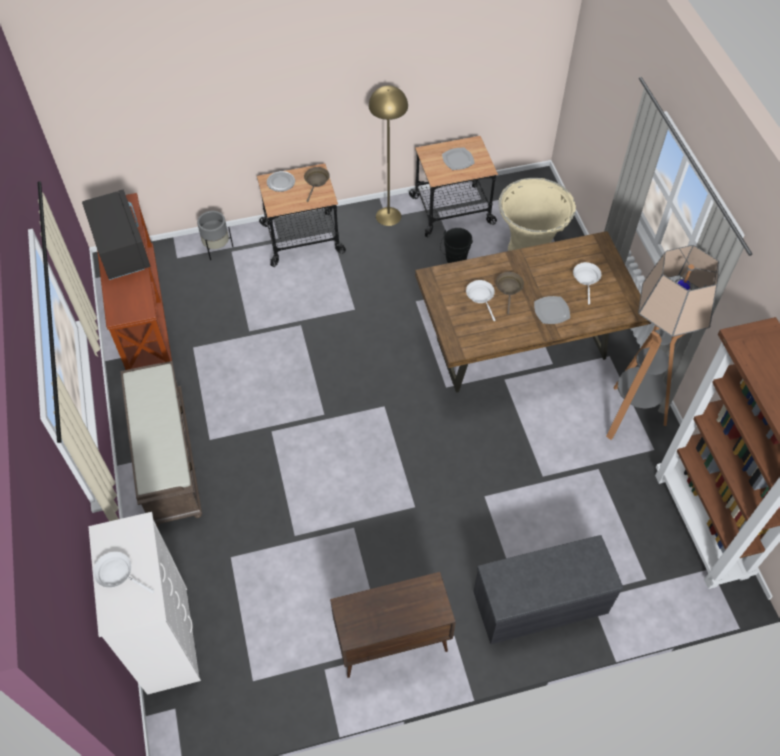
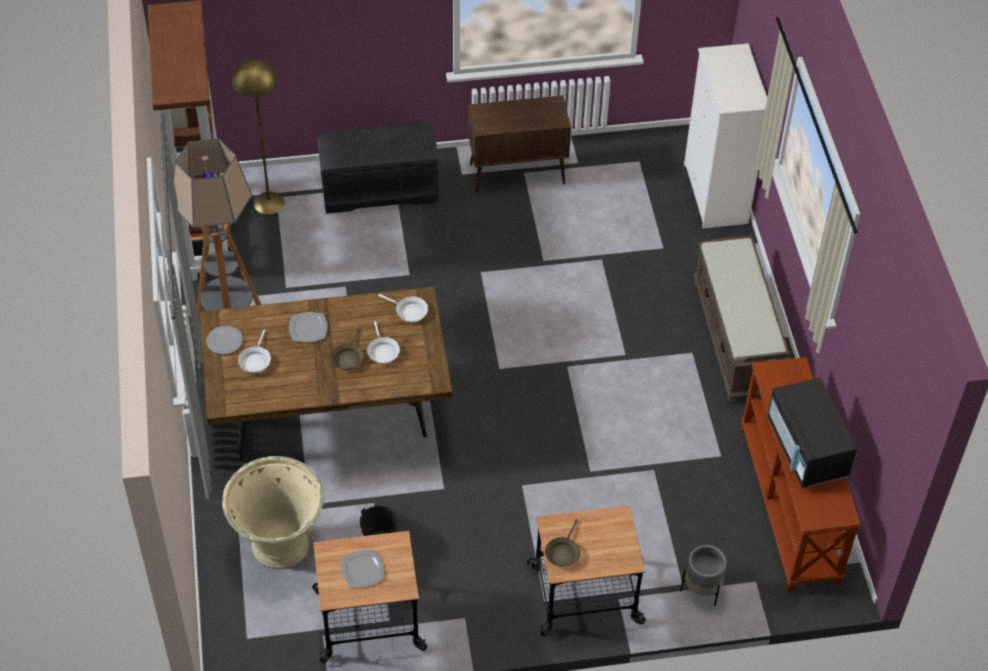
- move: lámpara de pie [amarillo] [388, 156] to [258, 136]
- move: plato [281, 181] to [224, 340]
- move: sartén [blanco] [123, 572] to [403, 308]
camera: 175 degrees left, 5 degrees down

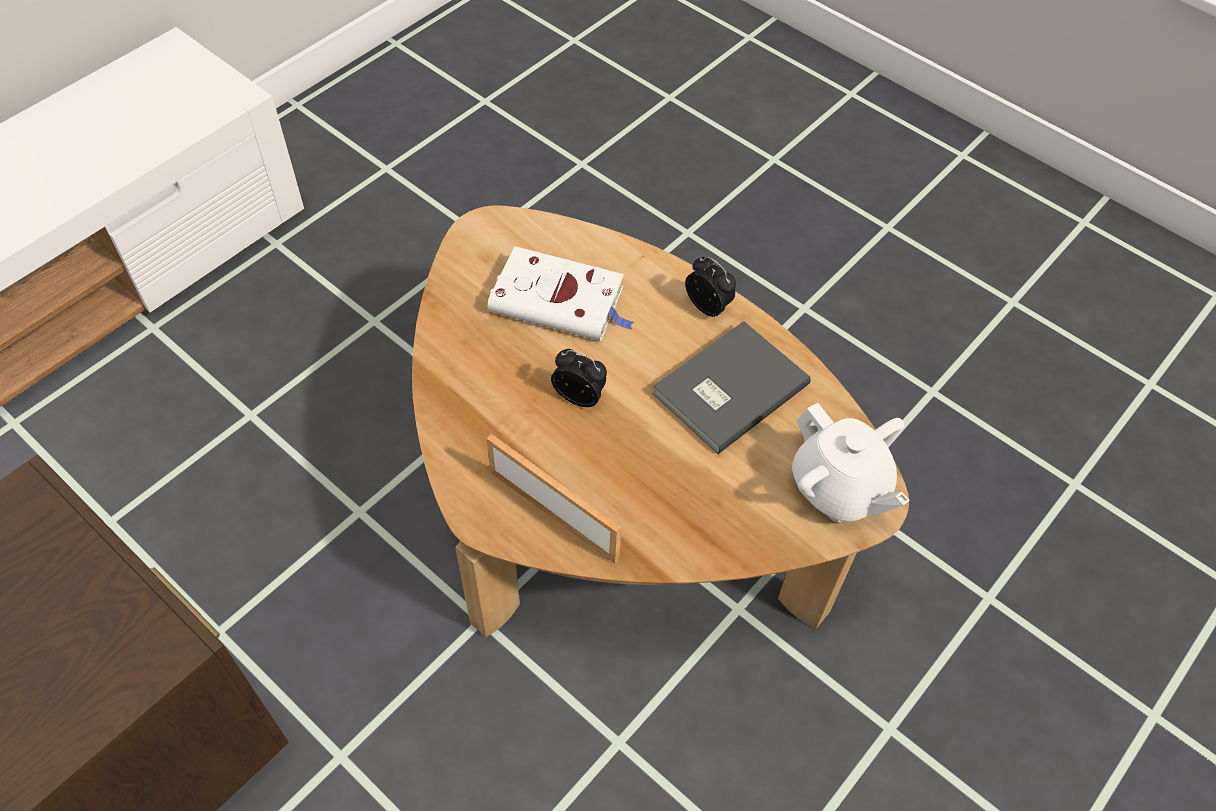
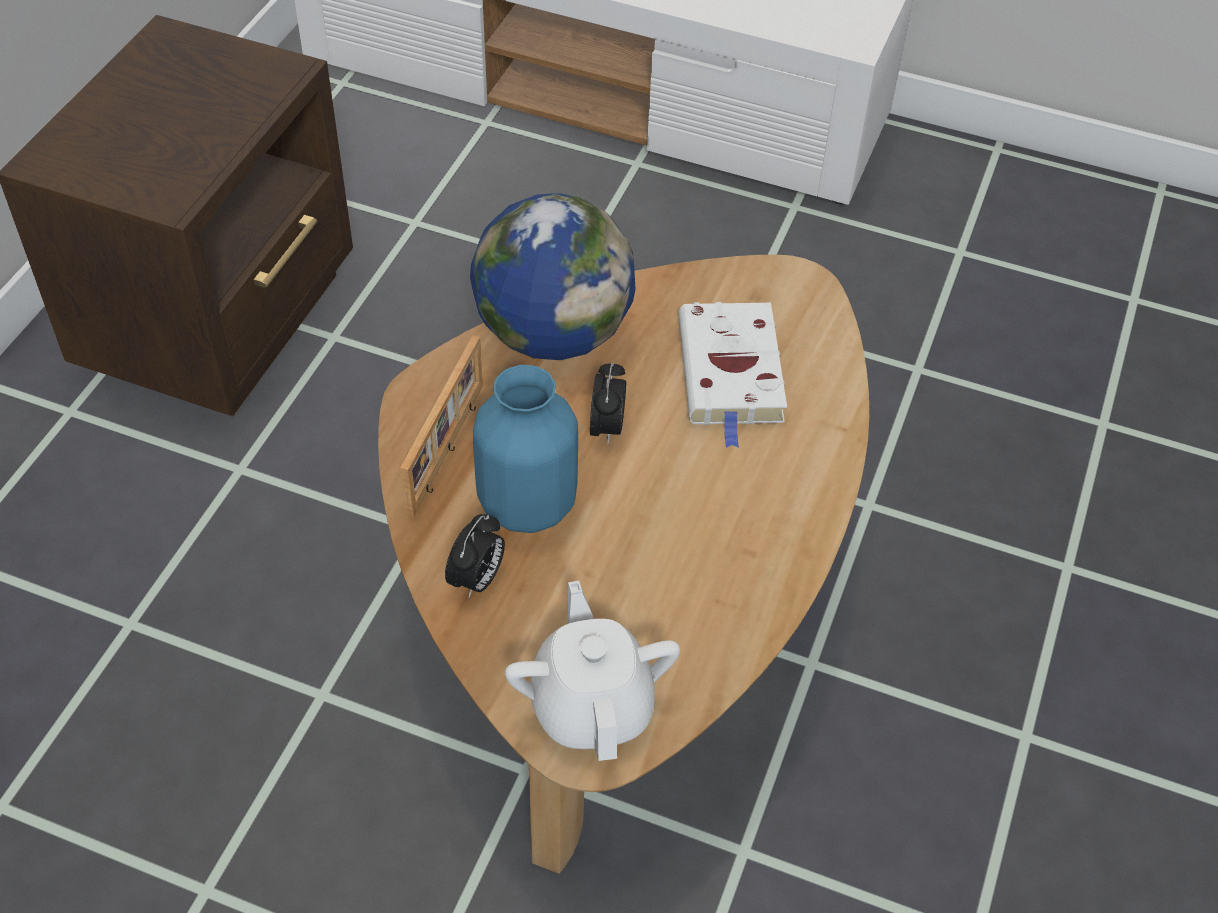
- move: despertador [710, 286] to [475, 556]
- delete: libro [gris] [732, 387]
- rotate: tetera [blanco] [851, 462] = [592, 671] 135 degrees clockwise
- insert: globo terráqueo [552, 276]
- insert: florero [azul] [525, 449]
camera: 70 degrees right, 5 degrees down

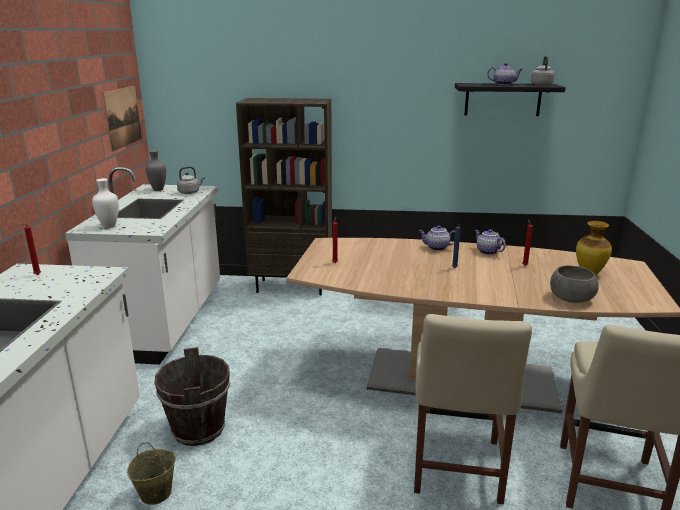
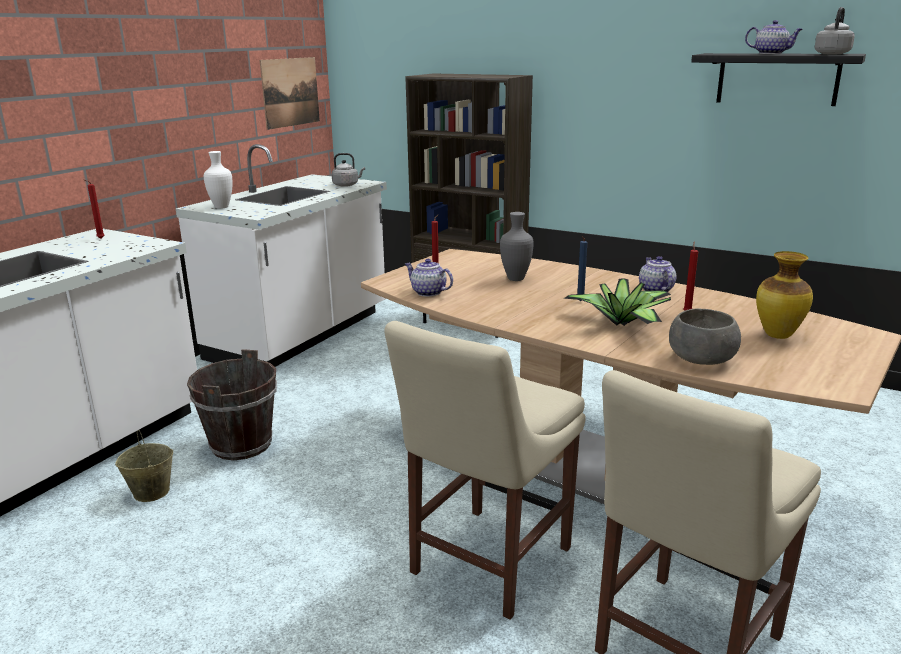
- move: florero [gris] [156, 170] to [517, 246]
- move: tetera [436, 238] to [429, 278]
- insert: planta en maceta [617, 302]
camera: 25 degrees right, 0 degrees up

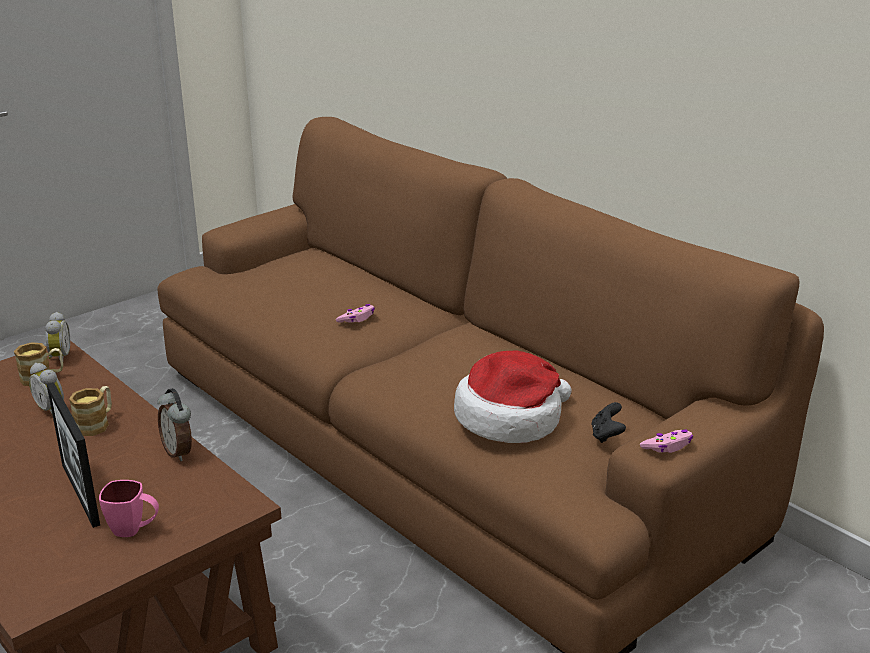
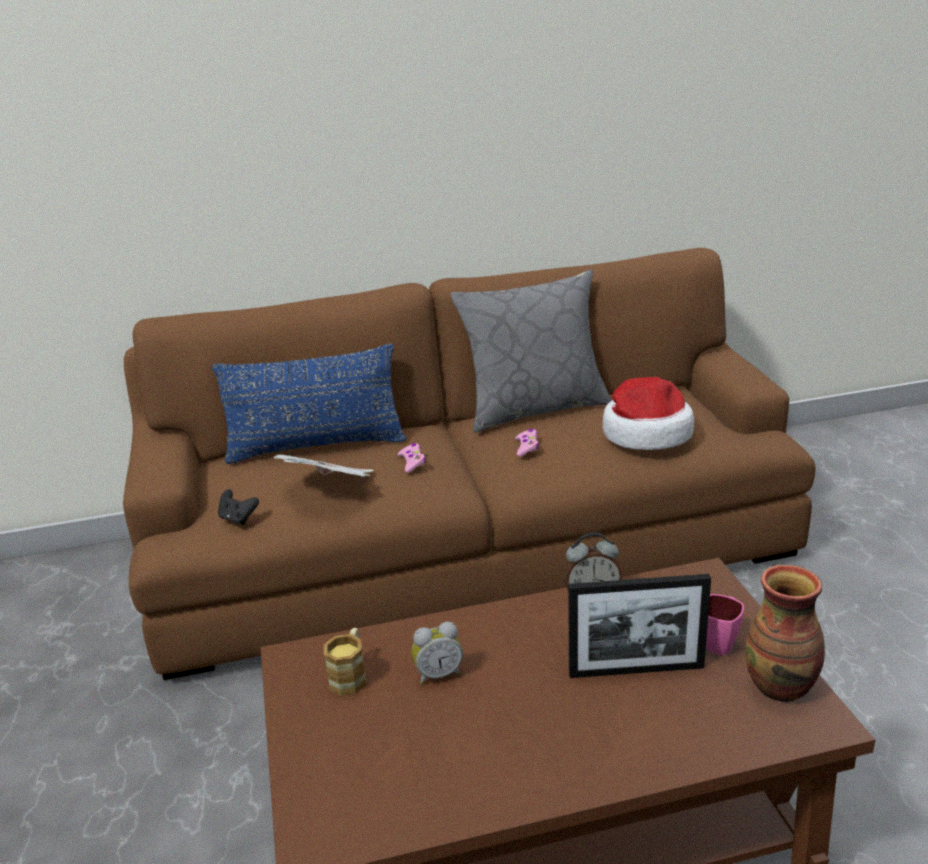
- delete: despertador [57, 336]
- delete: taza grande [90, 411]
- move: mando de consola [negro] [608, 422] to [238, 507]
- move: mando de consola [rosa] [666, 441] to [527, 442]
- insert: cojín [gris] [531, 351]
- insert: cojín [azul] [309, 404]
- insert: periódico [323, 466]
- insert: florero [785, 633]
camera: 60 degrees left, 0 degrees up

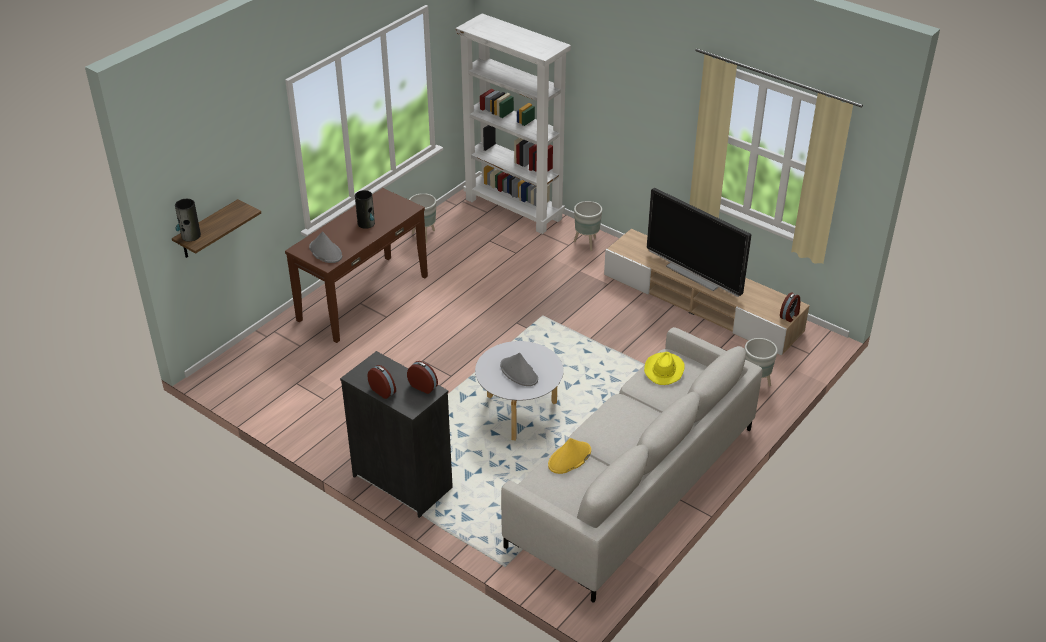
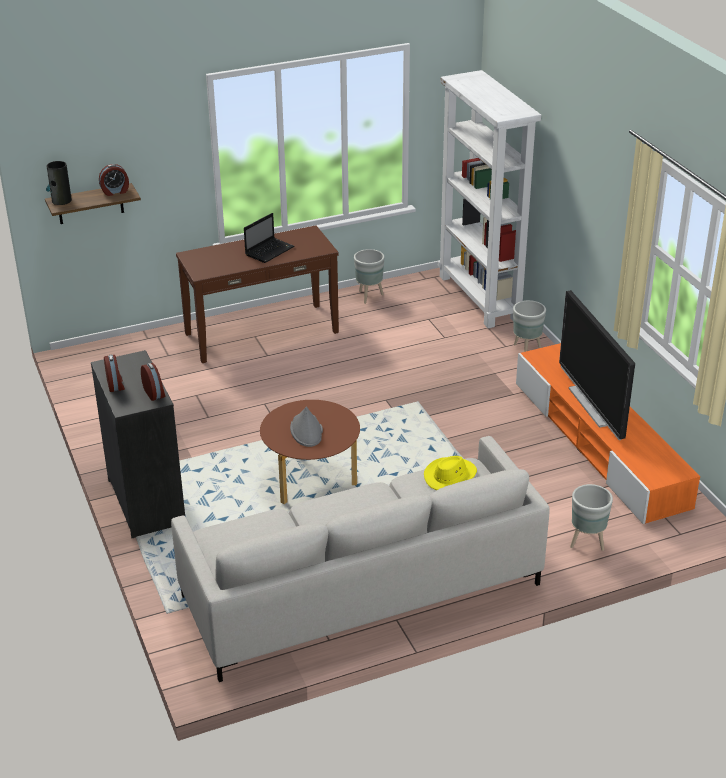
- replace: florero [365, 209] to portátil [269, 238]
- recolor: mueble de televisión [beis] [707, 292] to mueble de televisión [naranja] [608, 433]
- delete: sombrero [gris] [325, 247]
- move: despertador [790, 307] to [114, 180]
- recolor: mesa de centro [gris] [519, 391] to mesa de centro [marrón] [310, 452]
- delete: sombrero [amarillo] [569, 456]
camera: 30 degrees right, 5 degrees down

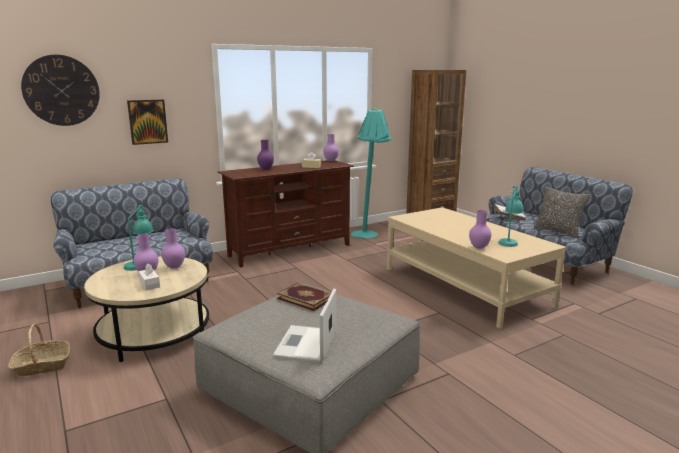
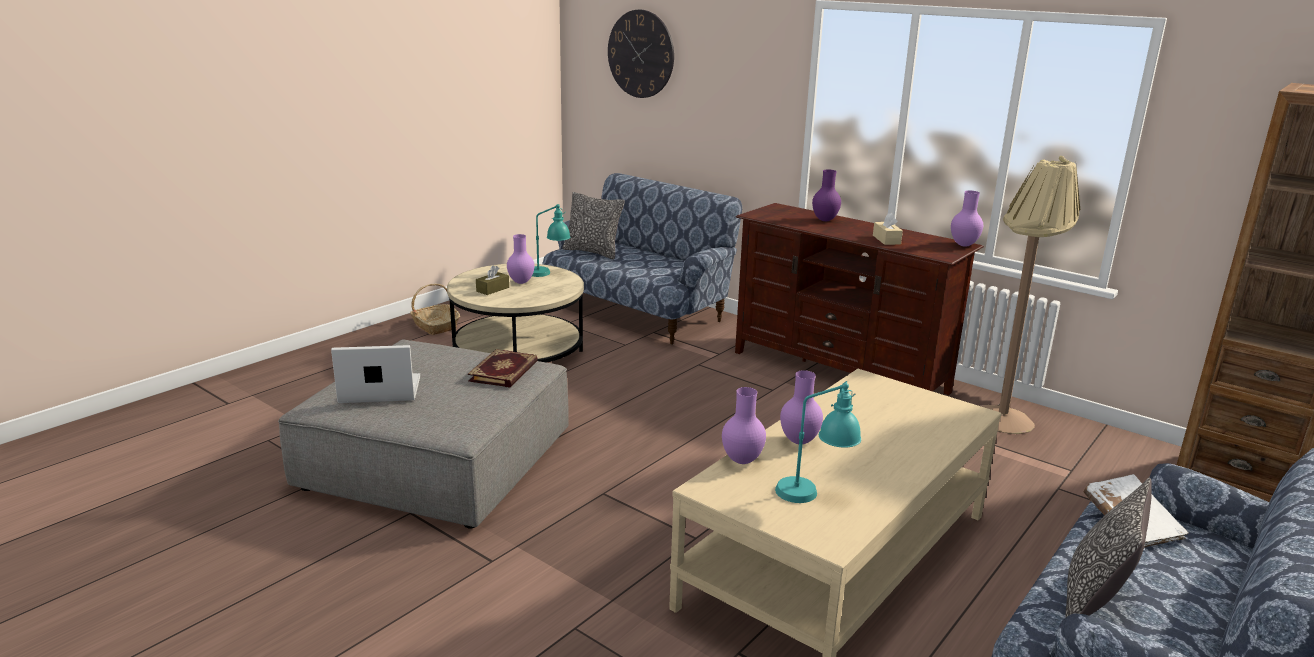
- delete: cuadro [147, 122]
- recolor: lámpara de pie [turquesa] [371, 172] to lámpara de pie [beis] [1030, 295]
- move: florero [morado] [173, 248] to [801, 407]
- recolor: caja de pañuelos [blanco] [149, 276] to caja de pañuelos [marrón] [492, 280]
- insert: cojín [594, 225]
camera: 70 degrees right, 5 degrees up

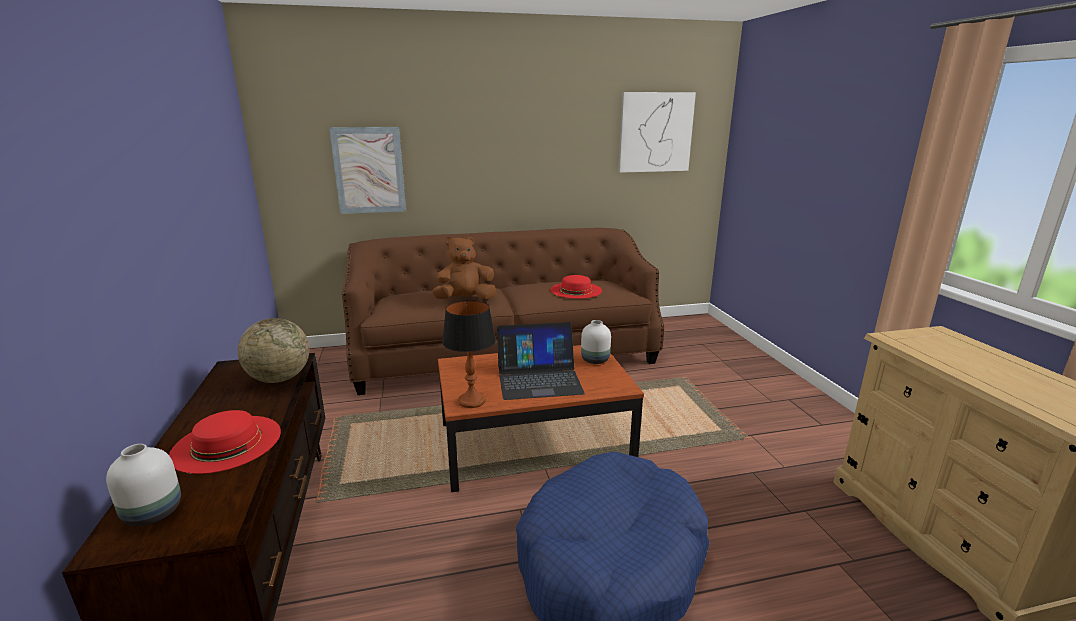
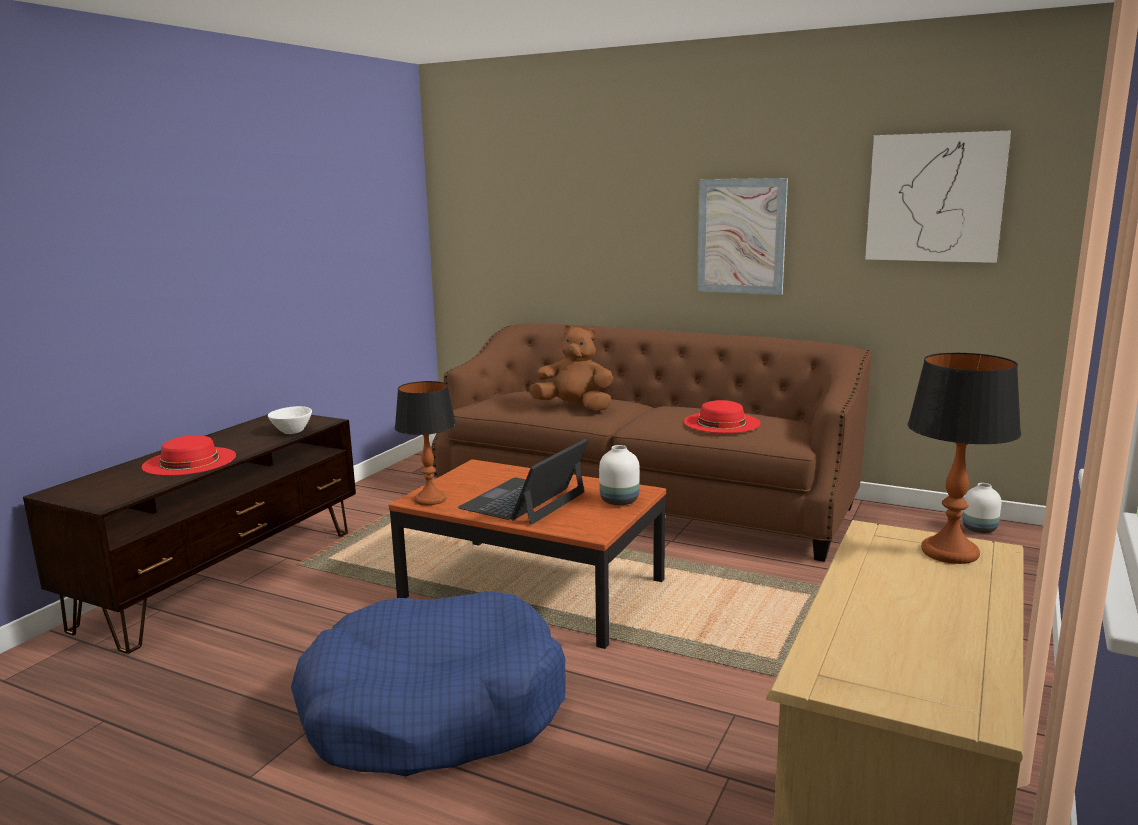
- move: cuadro [367, 170] to [742, 236]
- replace: globo terráqueo [273, 350] to cuenco [blanco] [290, 420]
- rotate: portátil [541, 361] = [523, 482] 90 degrees clockwise
- move: florero [blanco] [143, 485] to [981, 508]
- insert: lámpara de mesa [964, 458]
camera: 40 degrees right, 5 degrees down

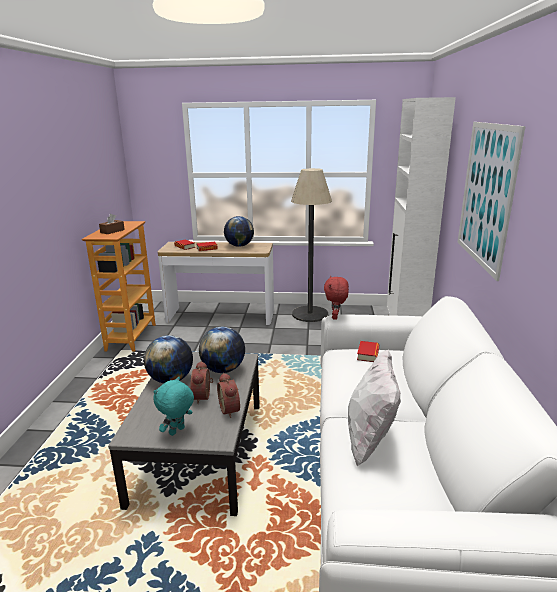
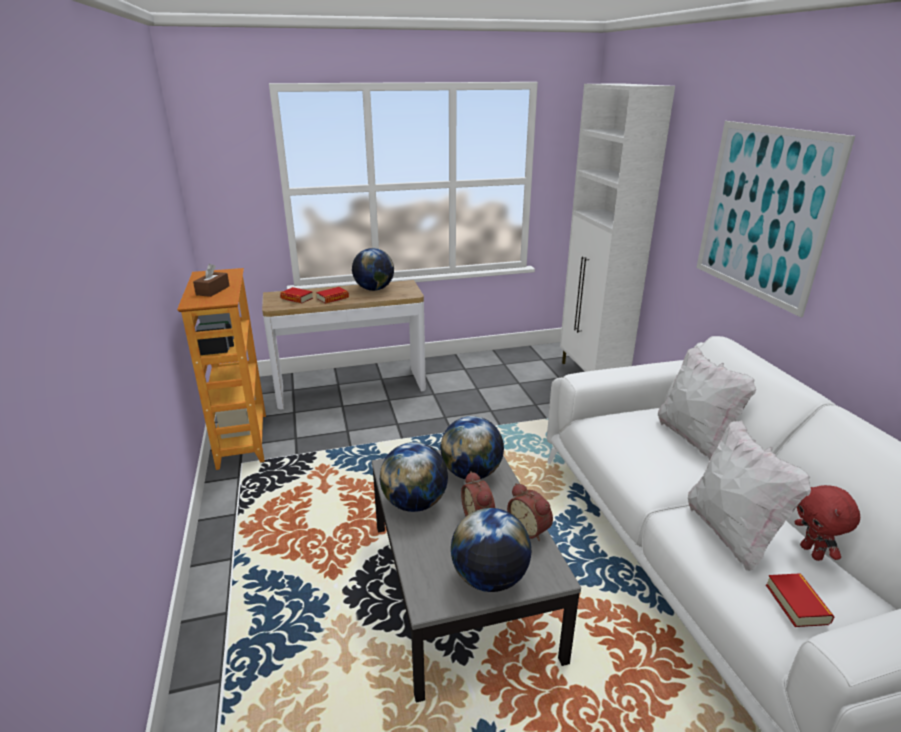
- delete: lámpara de pie [311, 245]
- move: peluche [rojo] [336, 298] to [827, 523]
- move: libro [368, 351] to [800, 600]
- replace: peluche [turquesa] [173, 406] to globo terráqueo [491, 550]
- insert: cojín [blanco] [707, 403]
camera: 20 degrees left, 5 degrees up

